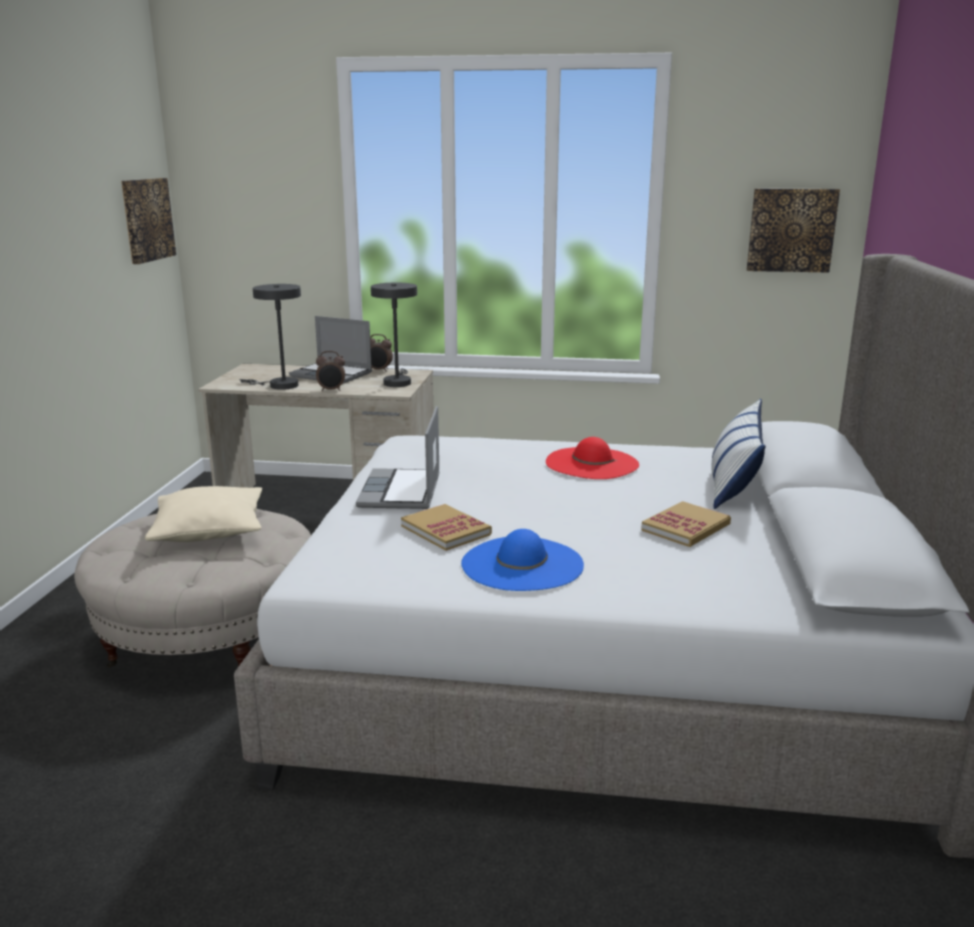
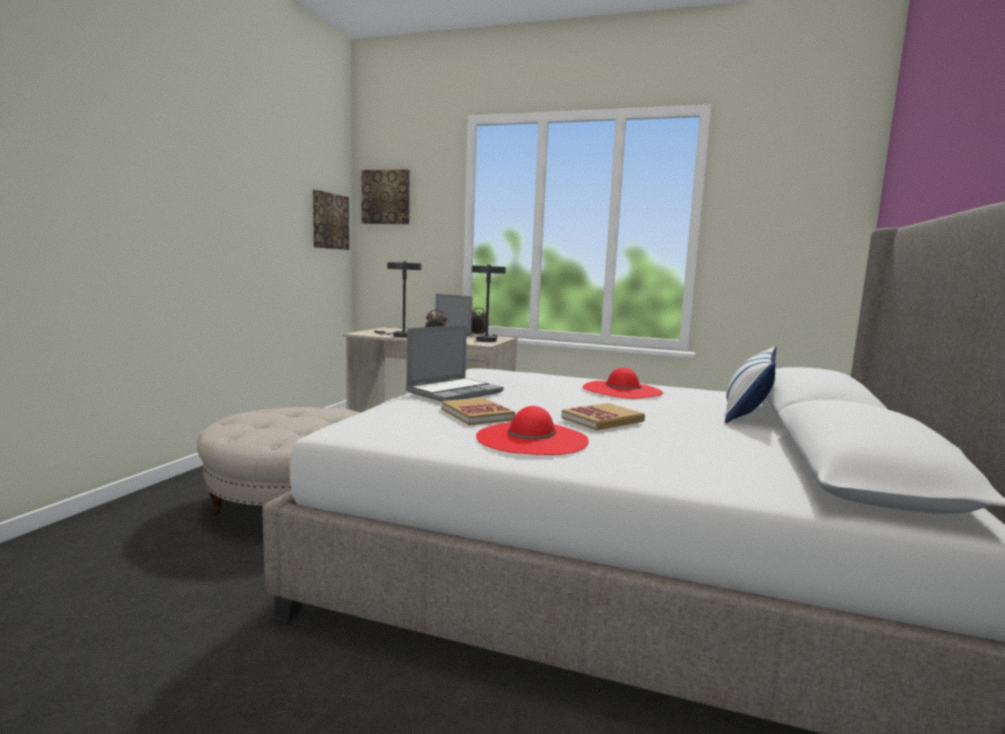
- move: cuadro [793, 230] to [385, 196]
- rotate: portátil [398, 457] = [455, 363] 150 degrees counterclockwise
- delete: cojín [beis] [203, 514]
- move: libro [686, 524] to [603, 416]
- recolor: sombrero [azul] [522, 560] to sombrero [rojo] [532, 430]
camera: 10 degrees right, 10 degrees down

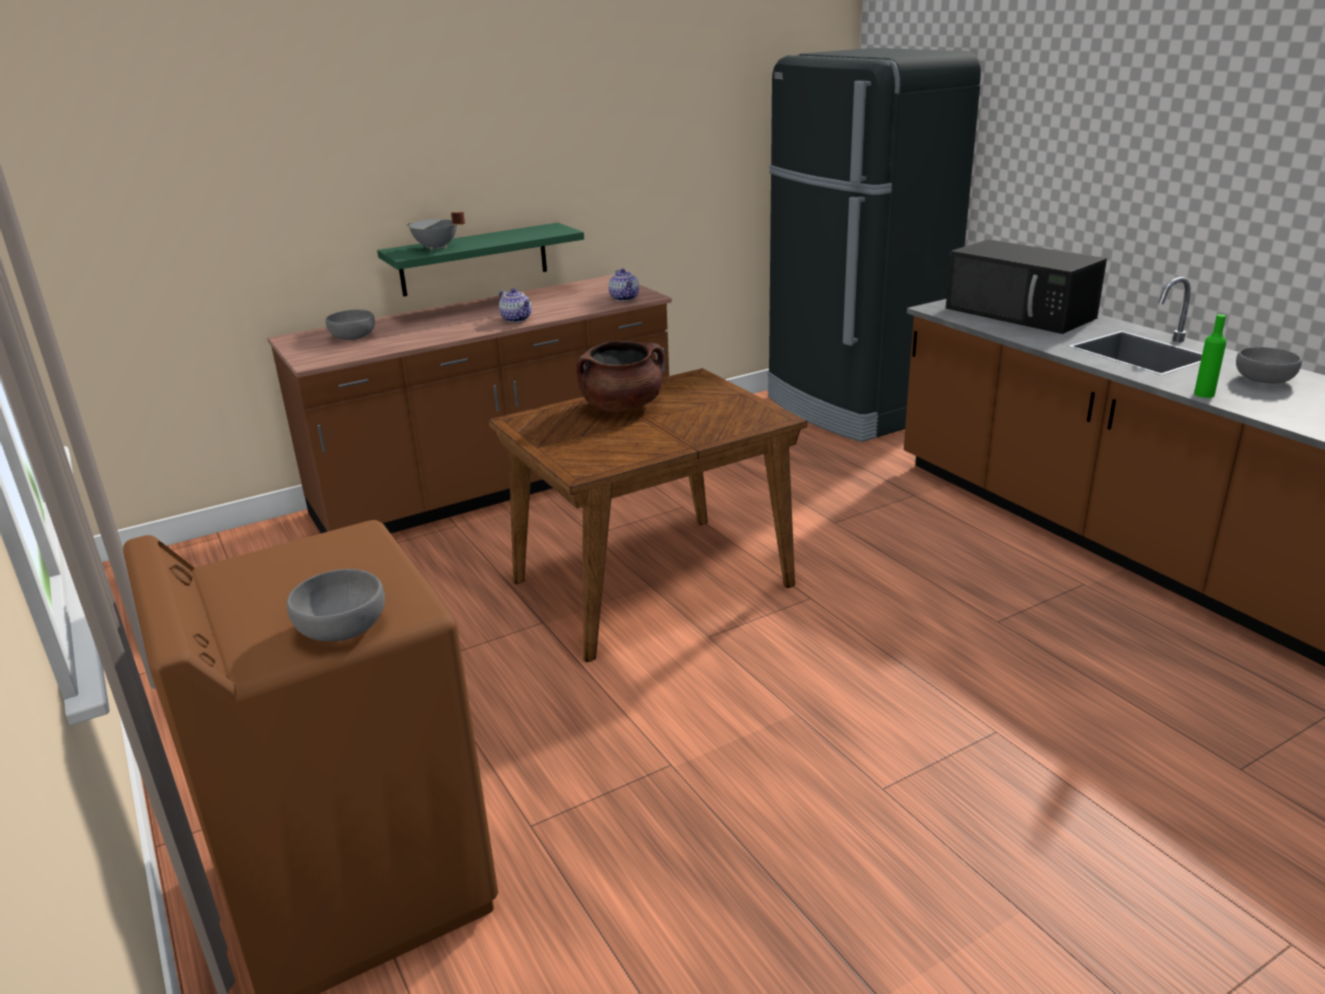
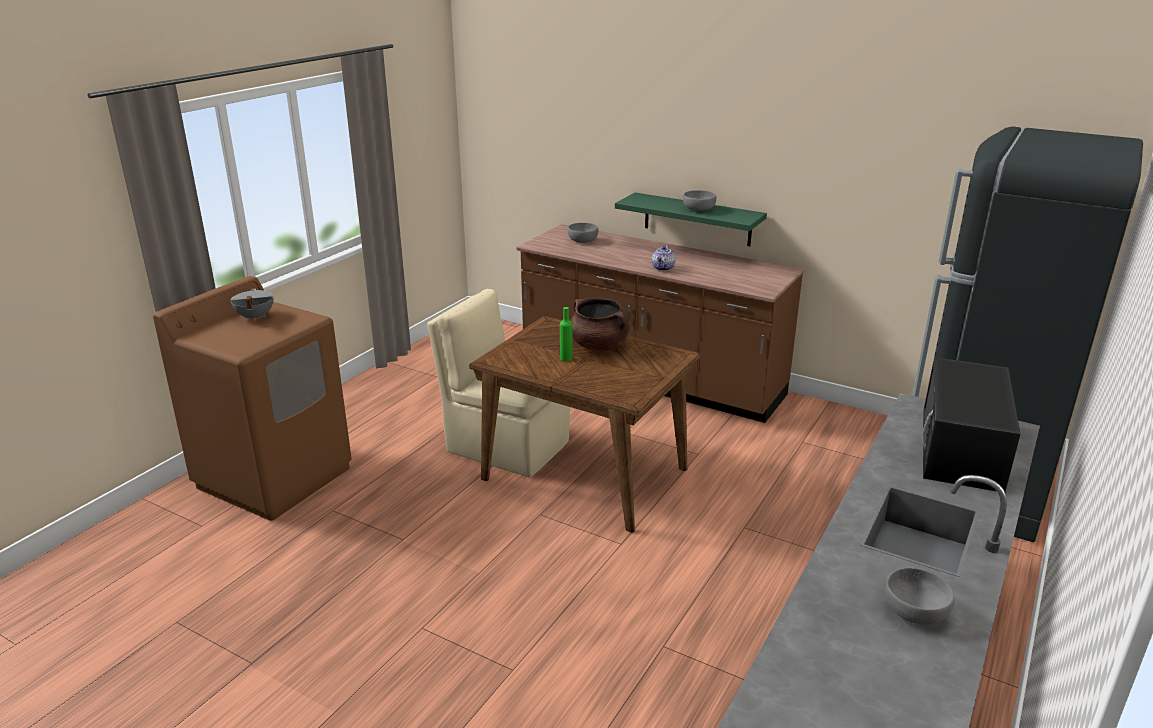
- move: olla [gris] [435, 231] to [252, 305]
- delete: tetera [624, 285]
- move: botella [verde] [1210, 356] to [566, 334]
- move: cuenco [gris] [336, 605] to [699, 200]
- insert: silla [beis] [498, 383]
camera: 60 degrees right, 0 degrees up

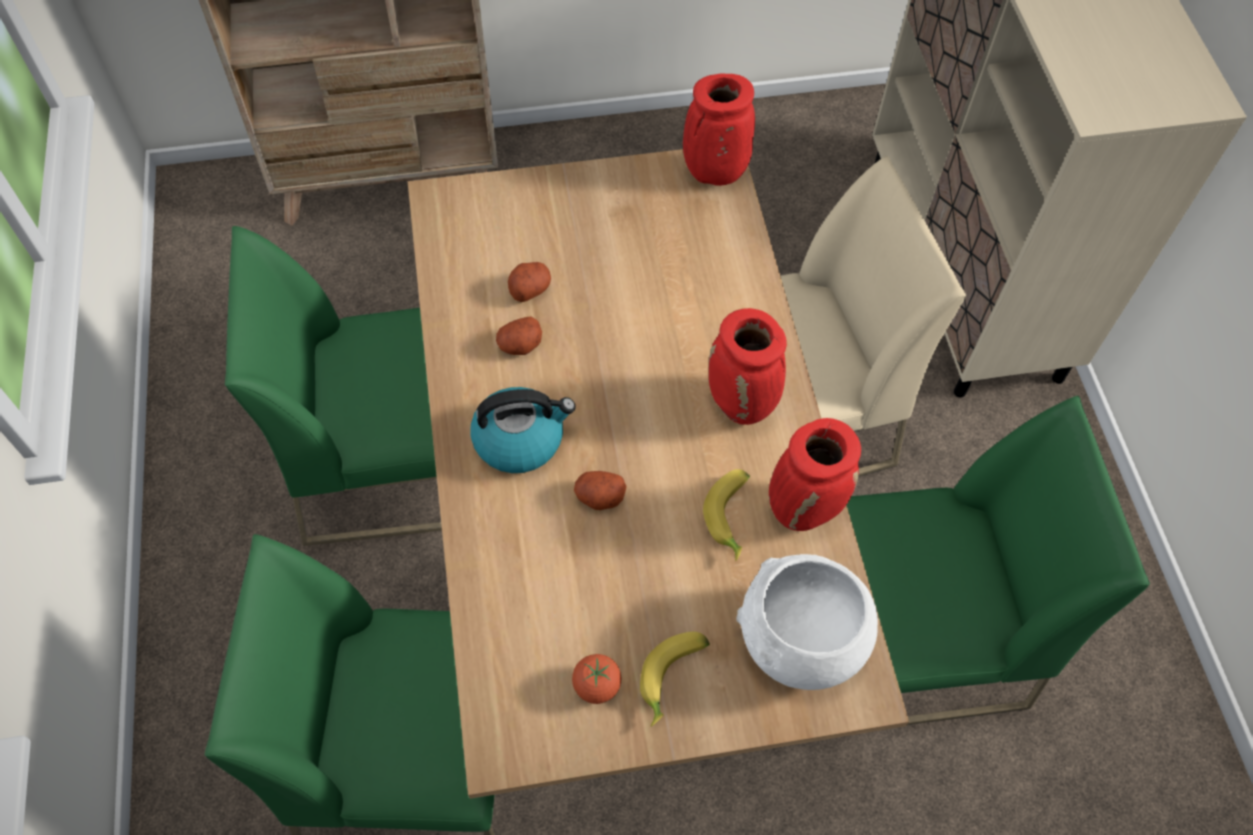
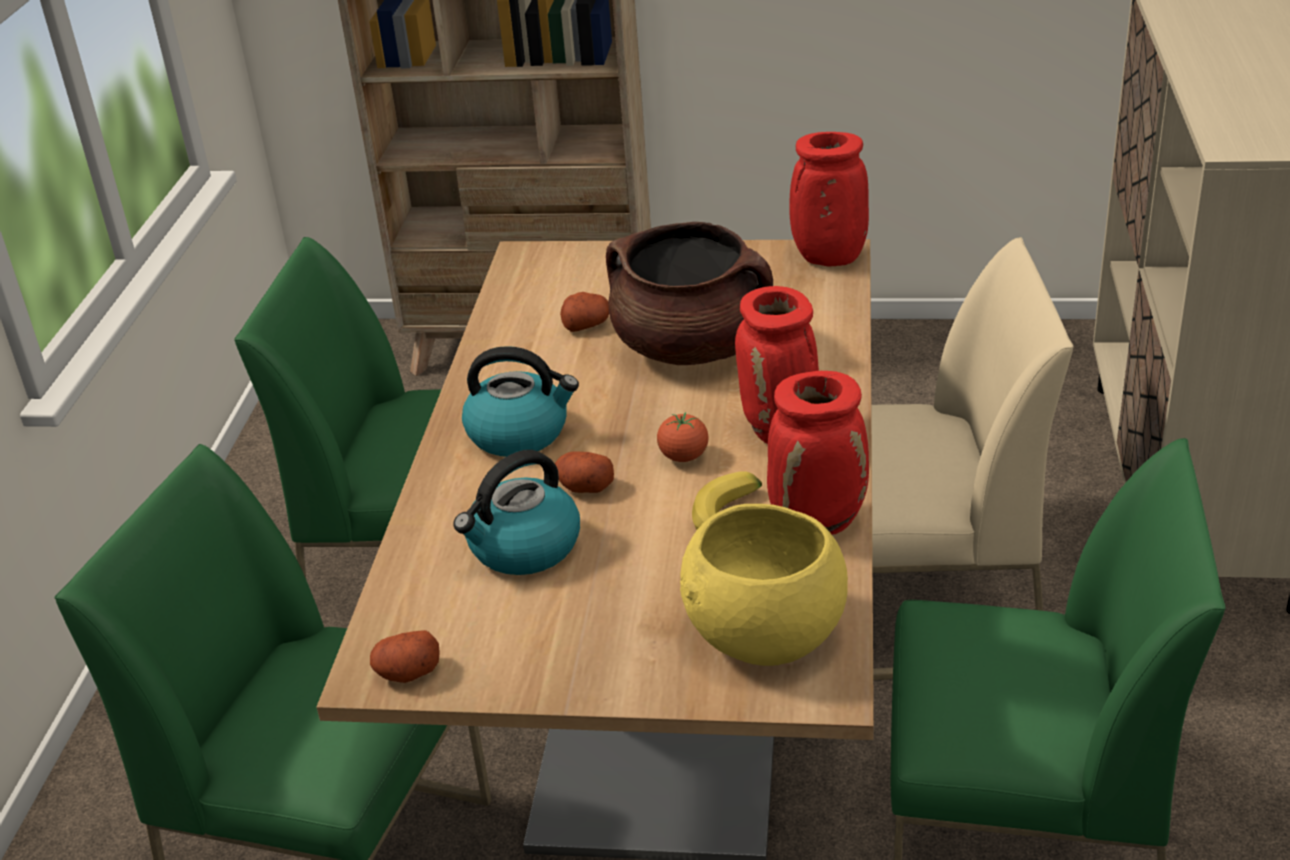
- move: patata [519, 336] to [405, 656]
- recolor: cuenco [blanco] [807, 622] to cuenco [amarillo] [764, 585]
- delete: plátano [675, 679]
- move: tomate [596, 679] to [683, 437]
- insert: olla [marrón] [689, 293]
- insert: hervidor [516, 512]
camera: 20 degrees right, 25 degrees down

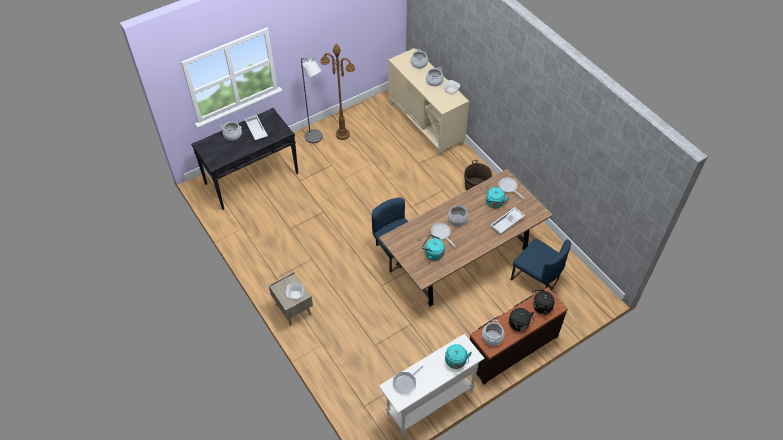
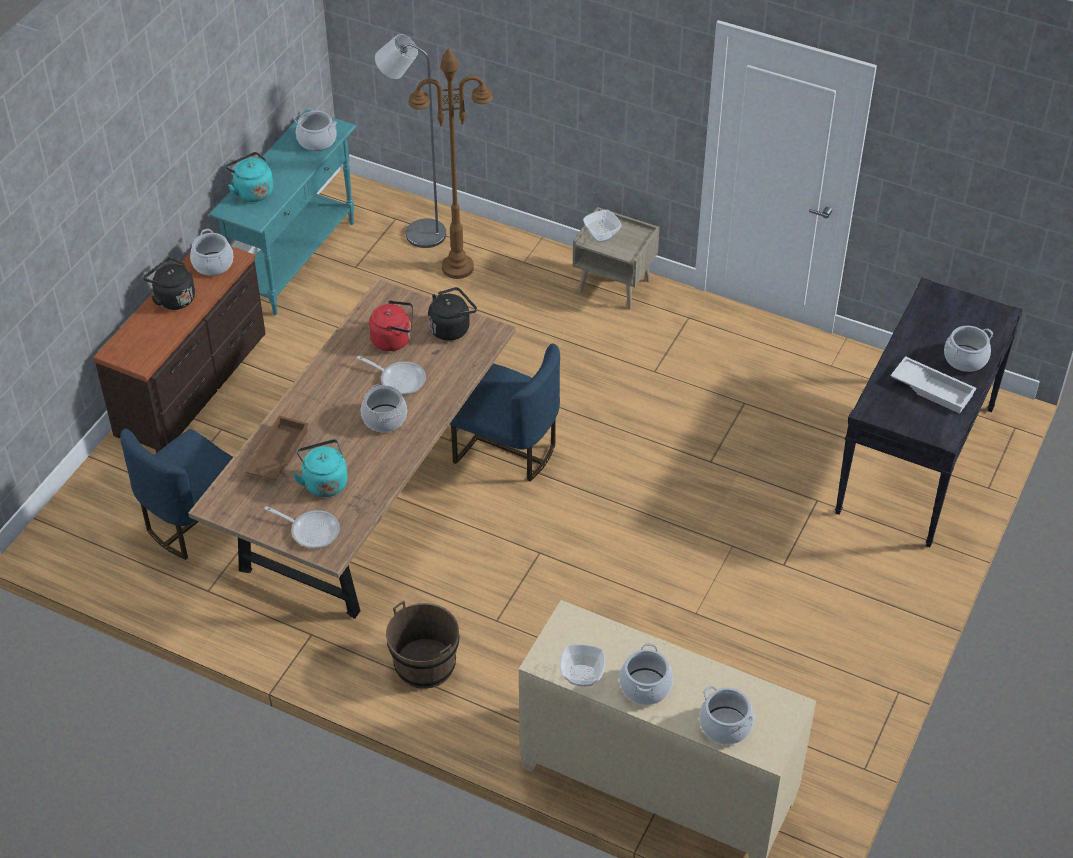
- move: lámpara de pie [marrón] [337, 92] to [451, 163]
- move: lámpara de pie [gris] [312, 100] to [410, 141]
- recolor: bandeja [blanco] [508, 221] to bandeja [marrón] [277, 448]
- recolor: hervidor [turquesa] [433, 248] to hervidor [rojo] [391, 325]
- rotate: silla [azul] [541, 264] = [176, 494] 60 degrees counterclockwise
- move: hervidor [negro] [543, 302] to [452, 314]
- recolor: mesa consola [blanco] [432, 385] to mesa consola [turquesa] [283, 212]
- replace: sartén [408, 380] to olla [315, 131]
camera: 150 degrees right, 5 degrees down

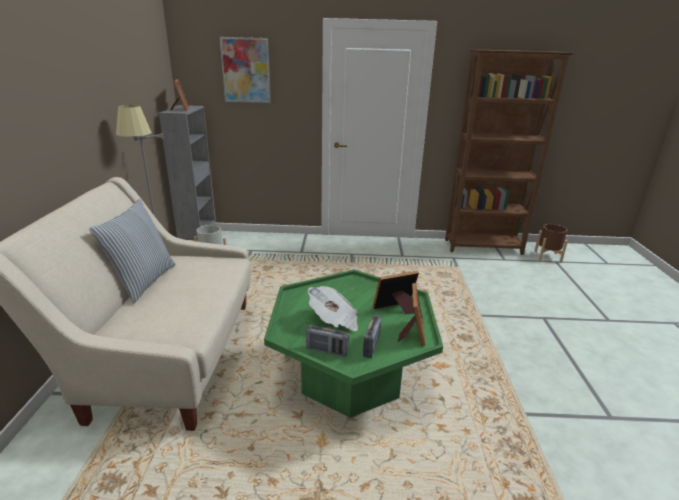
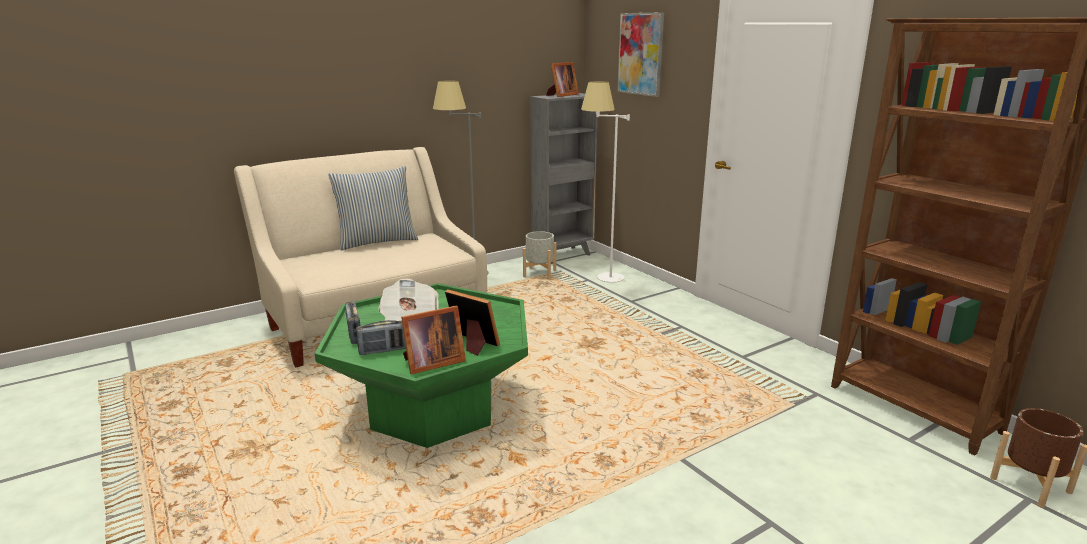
- insert: lámpara de pie [blanco] [605, 182]
camera: 55 degrees right, 5 degrees down

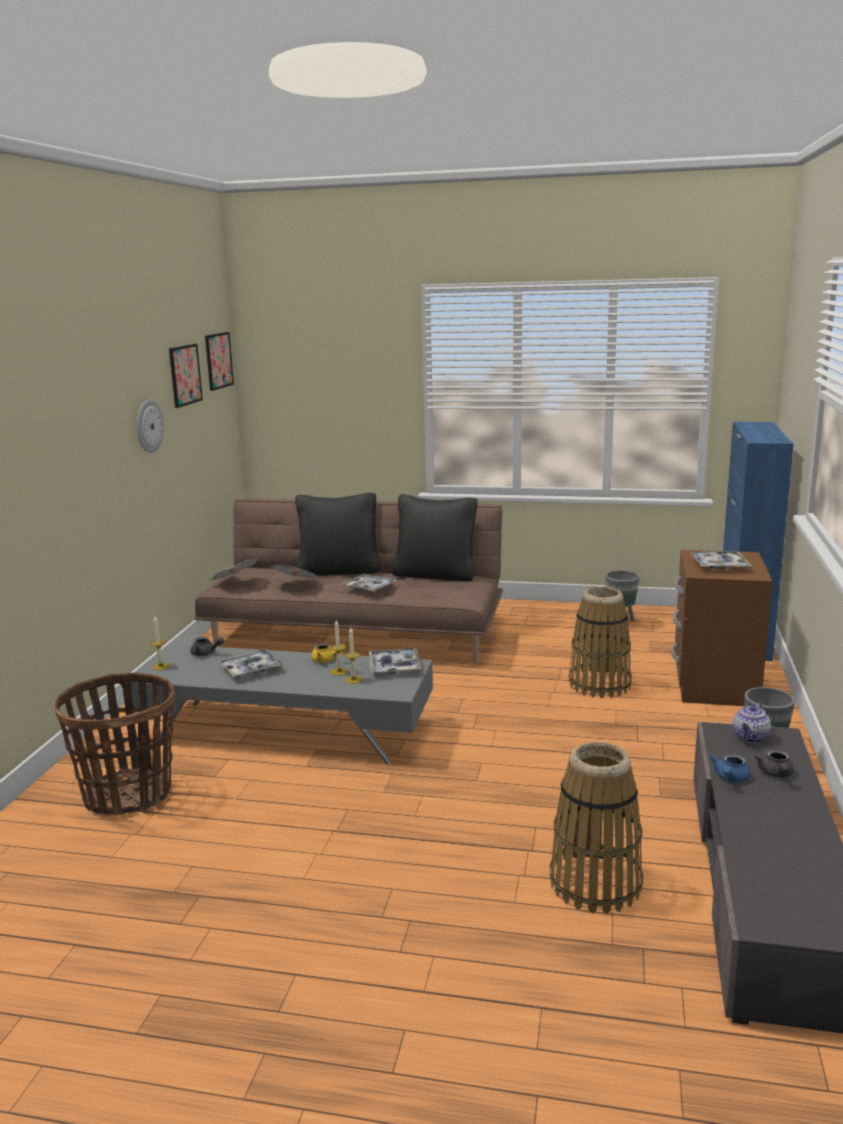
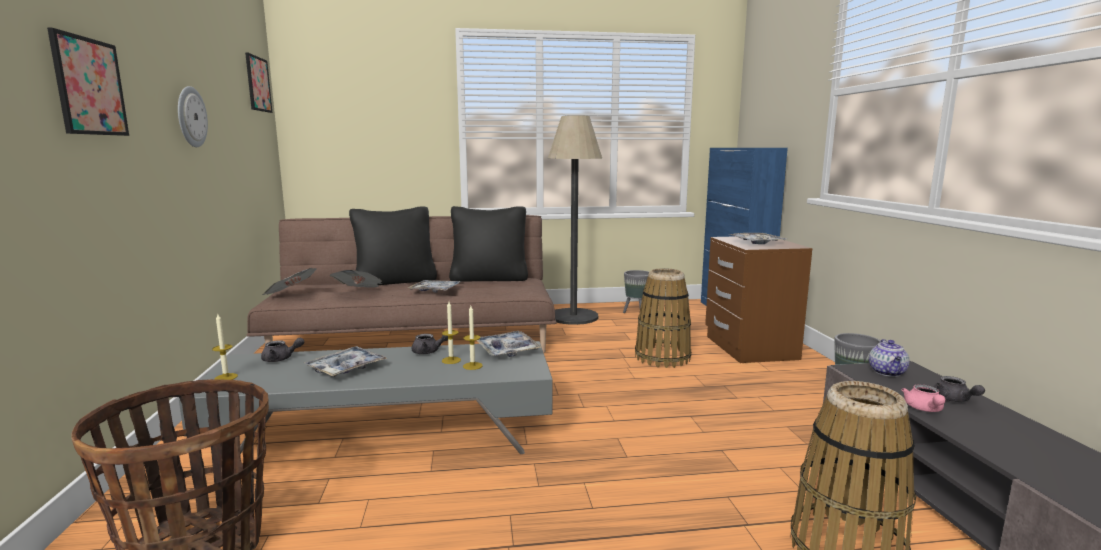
- move: cuadro [186, 376] to [88, 82]
- recolor: tetera [amarillo] [328, 653] to tetera [gris] [429, 344]
- recolor: tetera [azul] [730, 768] to tetera [rosa] [923, 398]
- insert: lámpara de pie [575, 220]
camera: 20 degrees left, 5 degrees down

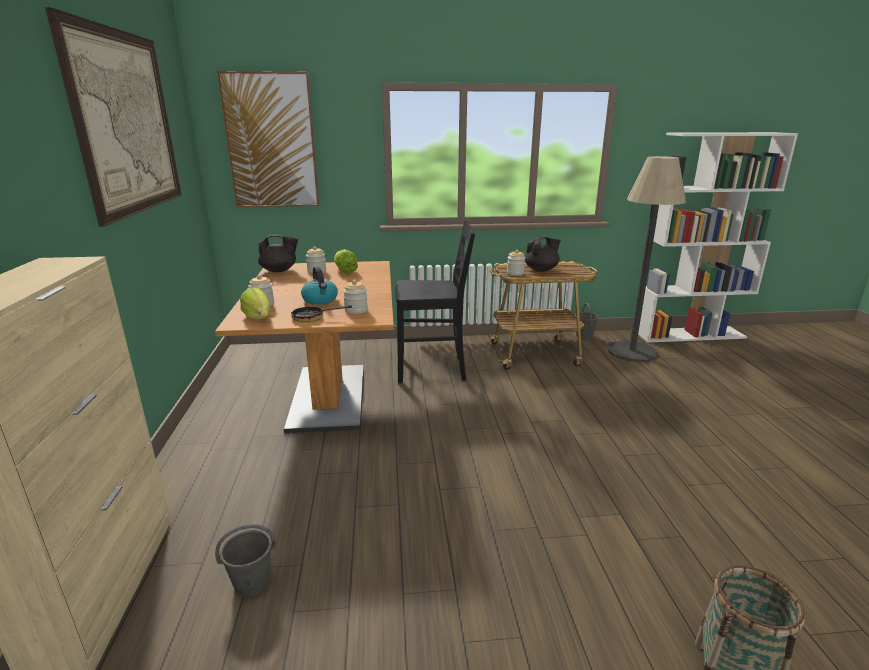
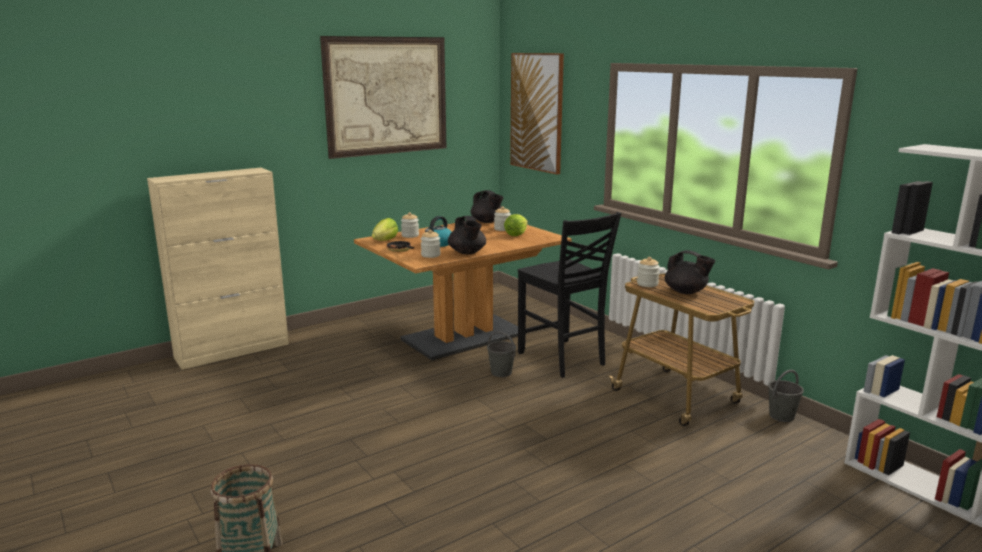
- delete: lámpara de pie [646, 259]
- move: cubo [gris] [245, 560] to [501, 354]
- insert: tetera [negro] [467, 235]
camera: 60 degrees right, 5 degrees down

